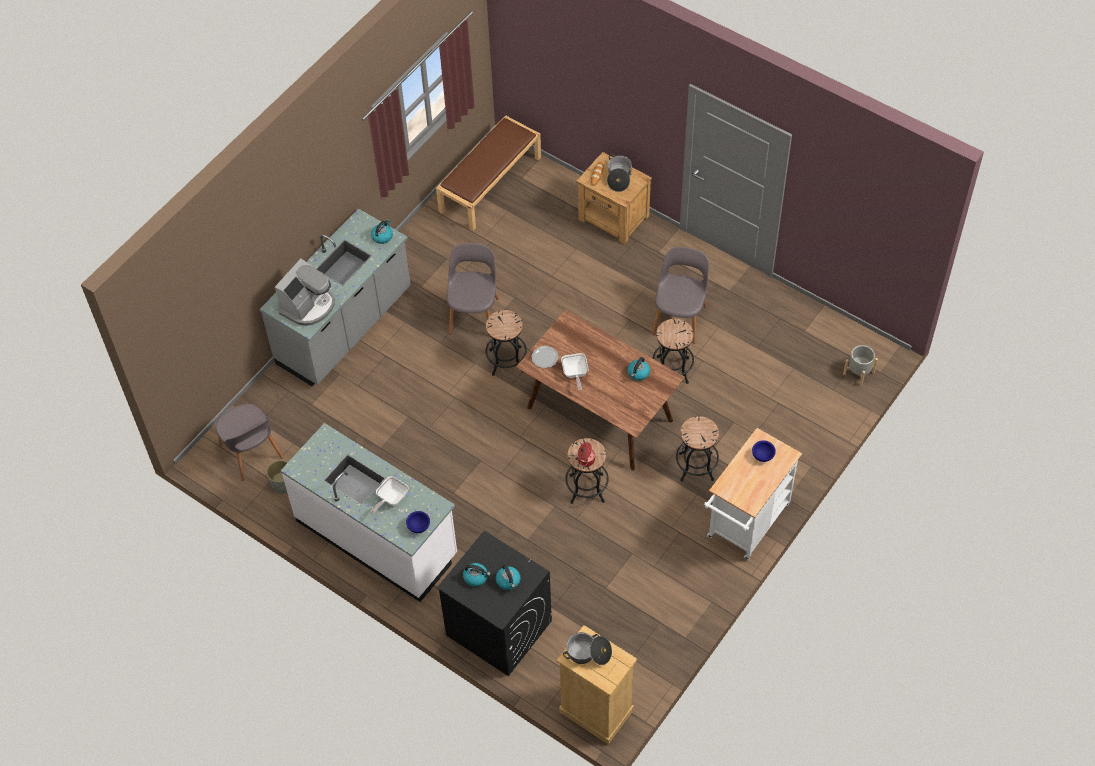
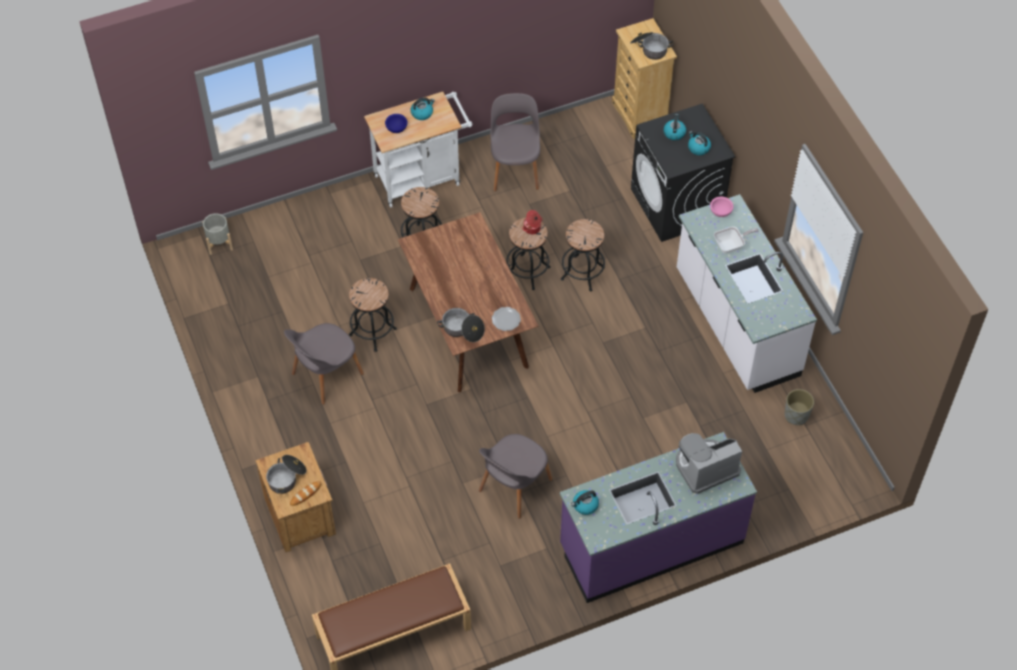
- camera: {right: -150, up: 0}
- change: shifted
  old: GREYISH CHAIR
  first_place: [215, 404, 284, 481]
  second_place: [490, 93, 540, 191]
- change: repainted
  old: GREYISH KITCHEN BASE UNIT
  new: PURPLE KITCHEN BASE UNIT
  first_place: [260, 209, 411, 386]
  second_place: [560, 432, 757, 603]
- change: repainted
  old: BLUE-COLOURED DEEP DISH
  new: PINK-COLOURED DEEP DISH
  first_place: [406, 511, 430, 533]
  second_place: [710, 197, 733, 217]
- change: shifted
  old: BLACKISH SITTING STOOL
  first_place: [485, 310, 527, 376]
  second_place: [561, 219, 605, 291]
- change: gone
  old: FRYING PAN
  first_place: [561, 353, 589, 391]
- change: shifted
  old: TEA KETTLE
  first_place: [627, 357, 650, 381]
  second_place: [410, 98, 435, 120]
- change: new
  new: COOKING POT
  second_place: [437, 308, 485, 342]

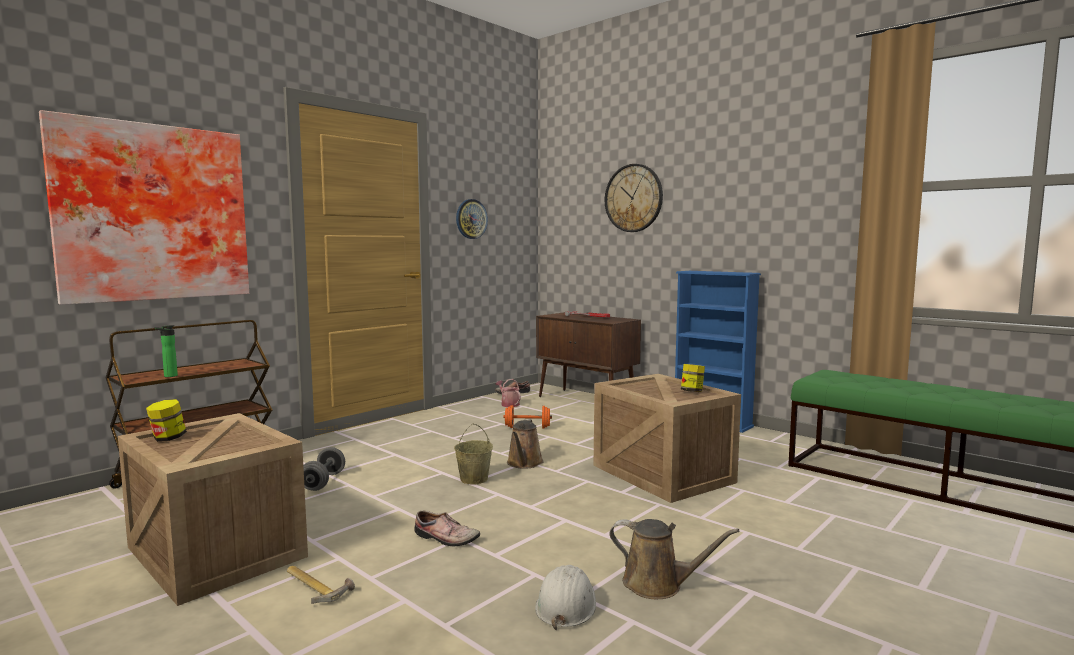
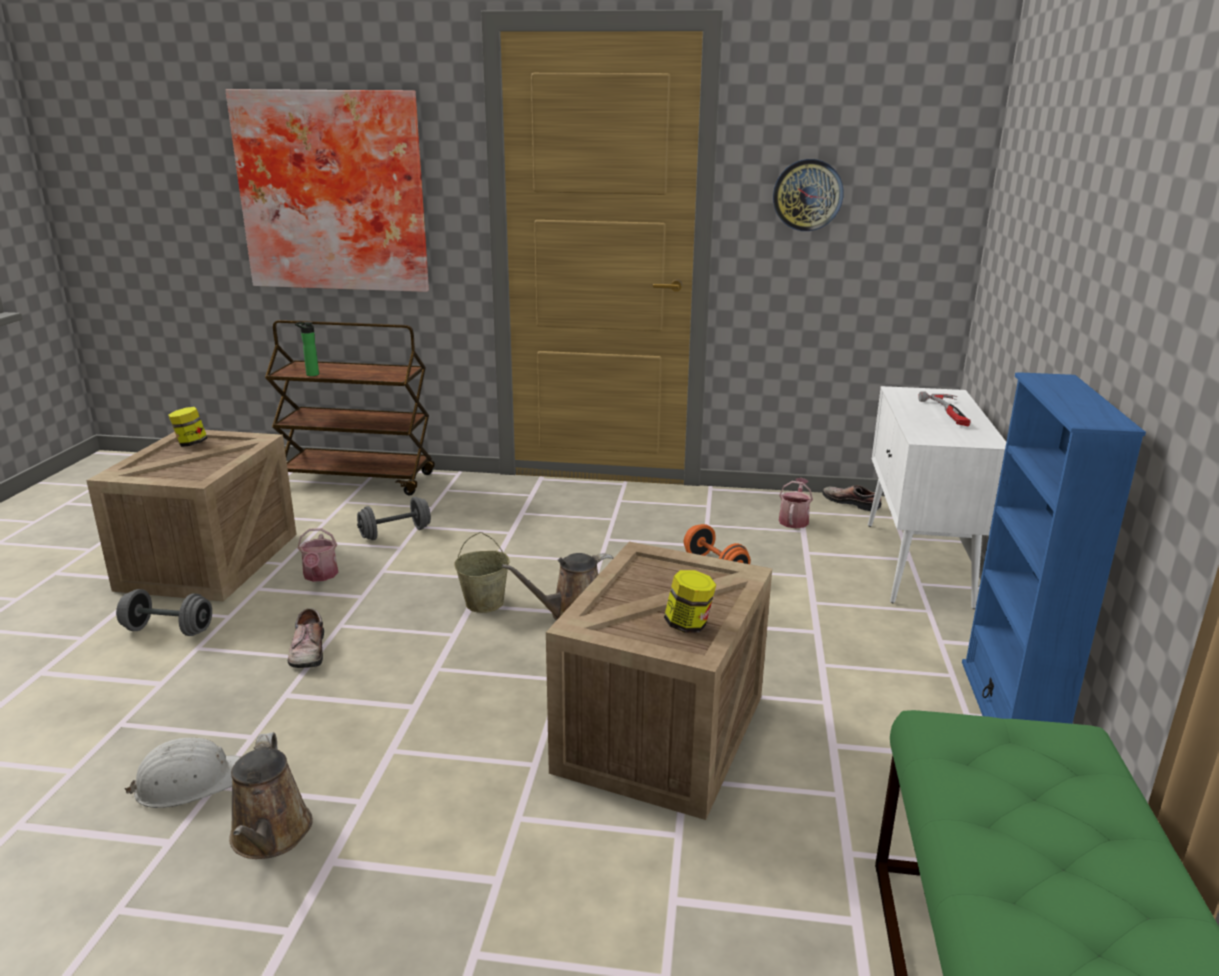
- camera: {right: 55, up: 15}
- change: swapped
  old: TOOL HAMMER
  new: GREYISH DUMBBELL
  first_place: [287, 566, 355, 604]
  second_place: [116, 589, 212, 636]
- change: repainted
  old: BROWN-COLOURED STORAGE CABINET
  new: WHITE STORAGE CABINET
  first_place: [536, 312, 641, 397]
  second_place: [868, 386, 1006, 609]
- change: gone
  old: HANGING CLOCK
  first_place: [605, 164, 663, 232]
- change: new
  new: WATERING POT
  second_place: [298, 528, 338, 582]

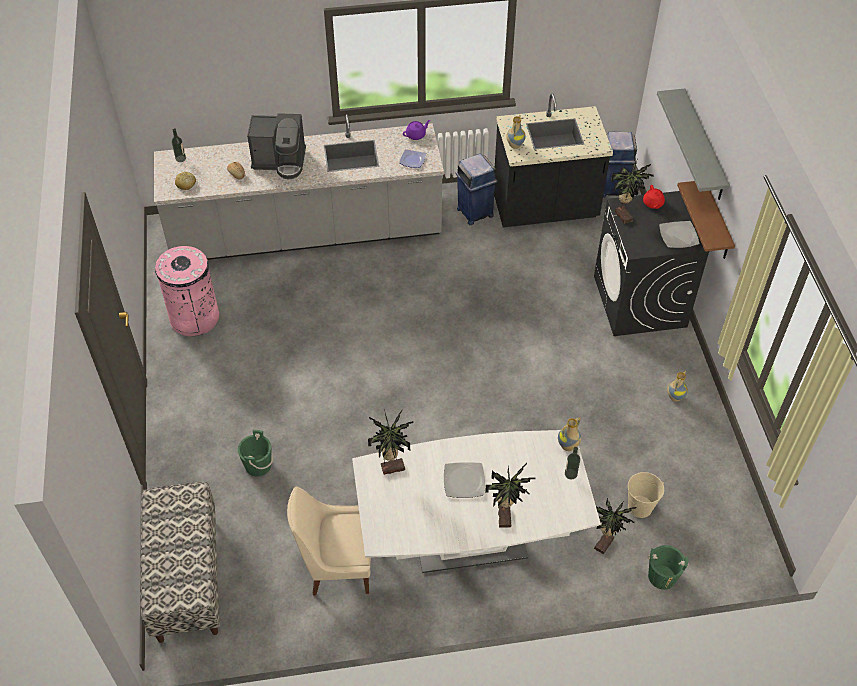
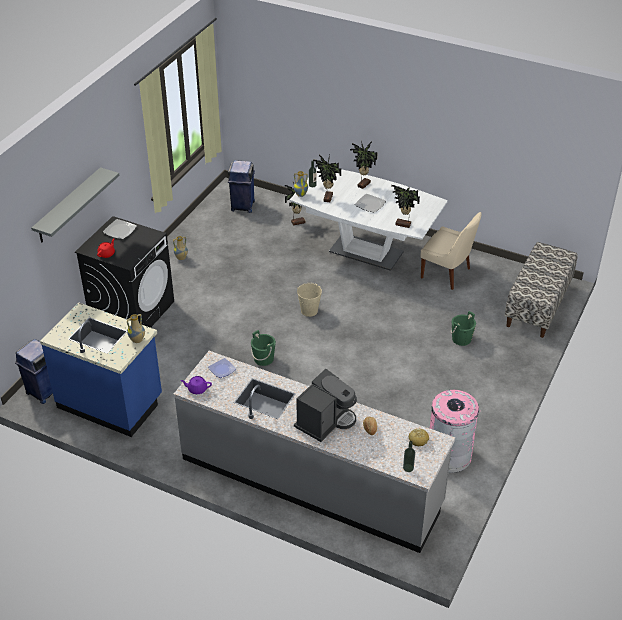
- camera: {right: -145, up: -10}
- change: rotated
  old: COFFEE BREWER
  first_place: [247, 113, 306, 179]
  second_place: [294, 369, 357, 442]
  degrees: 90
- change: shifted
  old: BLUE-COLOURED WASTE BIN
  first_place: [456, 154, 497, 225]
  second_place: [228, 160, 255, 213]
- change: repainted
  old: BLACKISH KITCHEN BASE UNIT
  new: BLUE-COLOURED KITCHEN BASE UNIT
  first_place: [494, 93, 613, 228]
  second_place: [40, 302, 162, 437]
- change: shifted
  old: PLANT IN A POT
  first_place: [611, 158, 654, 224]
  second_place: [313, 155, 341, 202]
- change: shifted
  old: SAND-COLOURED PAIL
  first_place: [628, 472, 664, 518]
  second_place: [297, 283, 322, 317]
- change: shifted
  old: GREENISH PAIL
  first_place: [648, 545, 689, 590]
  second_place: [251, 330, 276, 366]
- change: gone
  old: BROWN-COLOURED SHELF
  first_place: [677, 181, 735, 259]

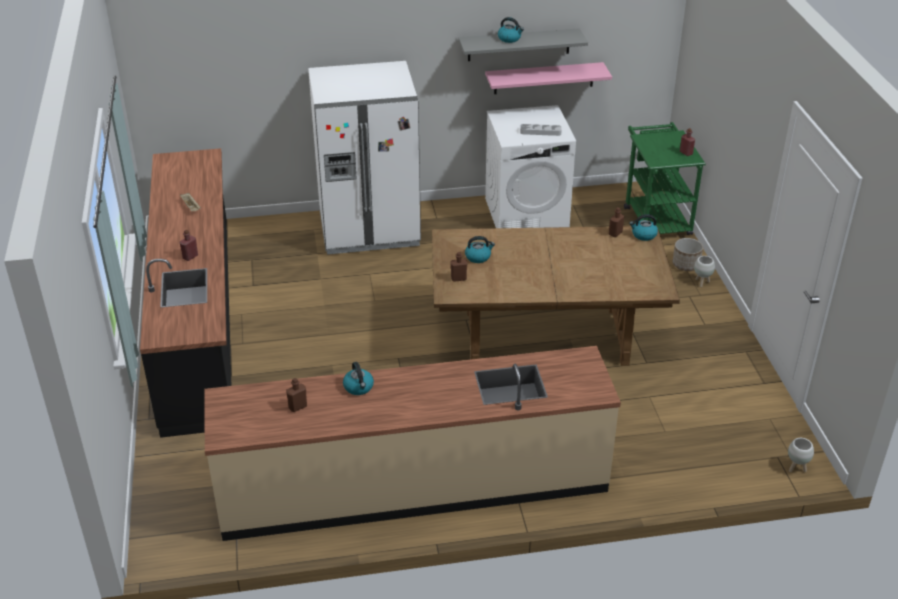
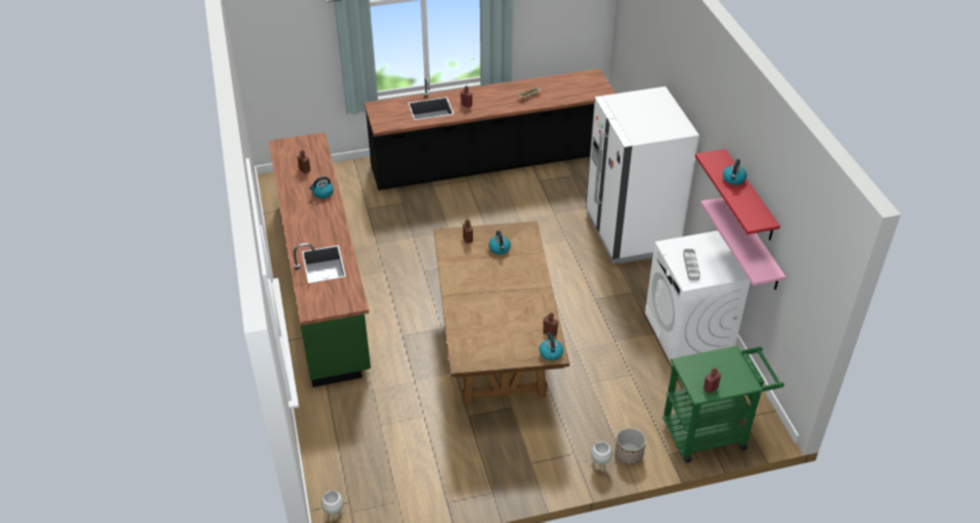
- camera: {right: 85, up: 5}
- change: repainted
  old: SAND-COLOURED KITCHEN BASE UNIT
  new: GREENISH KITCHEN BASE UNIT
  first_place: [205, 346, 621, 541]
  second_place: [268, 132, 371, 387]
- change: repainted
  old: GREYISH SHELF
  new: RED-COLOURED SHELF
  first_place: [458, 28, 588, 61]
  second_place: [695, 149, 780, 240]

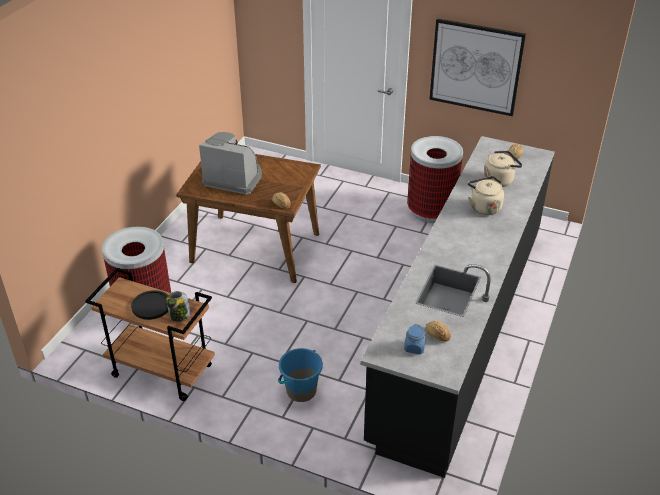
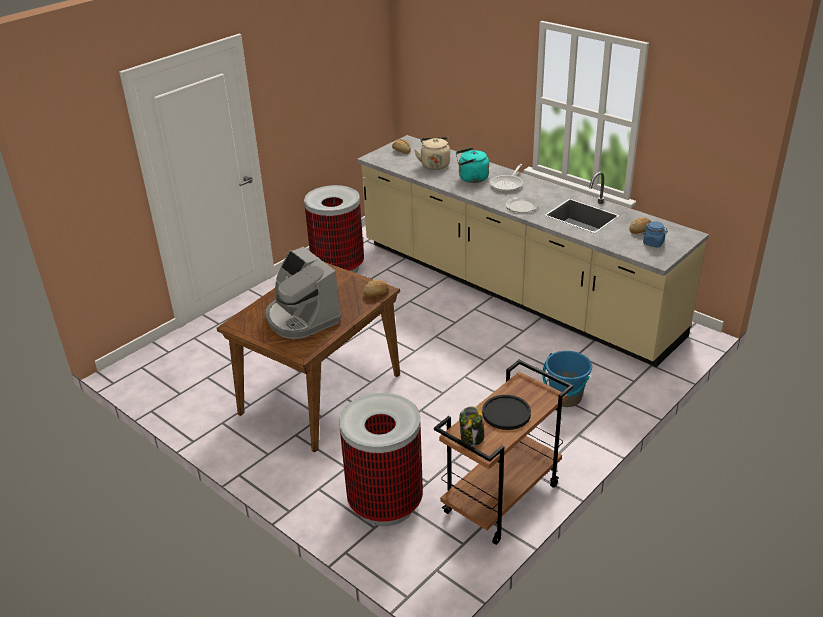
- camera: {right: -70, up: -5}
- change: shifted
  old: PRESERVE JAR
  first_place: [166, 291, 191, 322]
  second_place: [459, 407, 484, 446]
- change: rotated
  old: COFFEE BREWER
  first_place: [199, 132, 262, 195]
  second_place: [266, 247, 342, 339]
  degrees: -75
- change: repainted
  old: BLACKISH KITCHEN BASE UNIT
  new: SAND-COLOURED KITCHEN BASE UNIT
  first_place: [360, 136, 555, 478]
  second_place: [357, 135, 709, 367]
- change: gone
  old: WALL ART
  first_place: [429, 18, 526, 116]
- change: repainted
  old: SAND-COLOURED TEA KETTLE
  new: BLUE-GREEN TEA KETTLE
  first_place: [468, 176, 504, 215]
  second_place: [456, 147, 489, 183]
- change: new
  new: FRYING PAN
  second_place: [490, 164, 523, 192]
- change: new
  new: DINNER PLATE
  second_place: [505, 197, 539, 213]

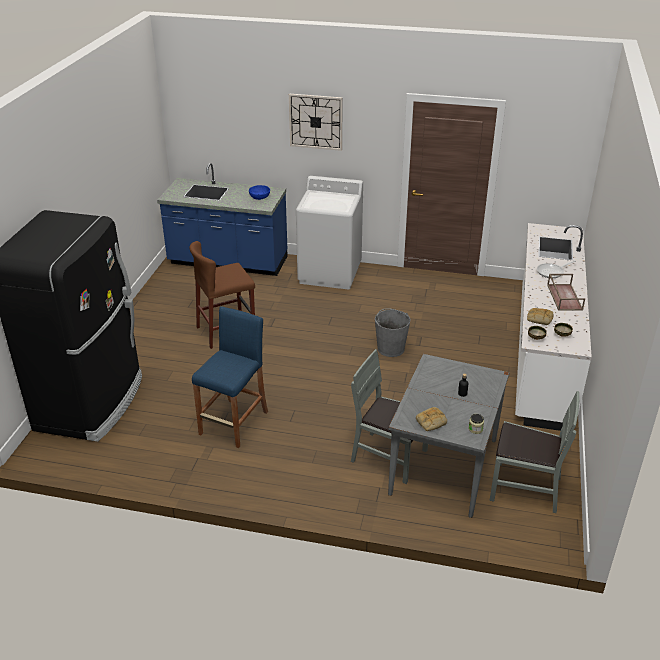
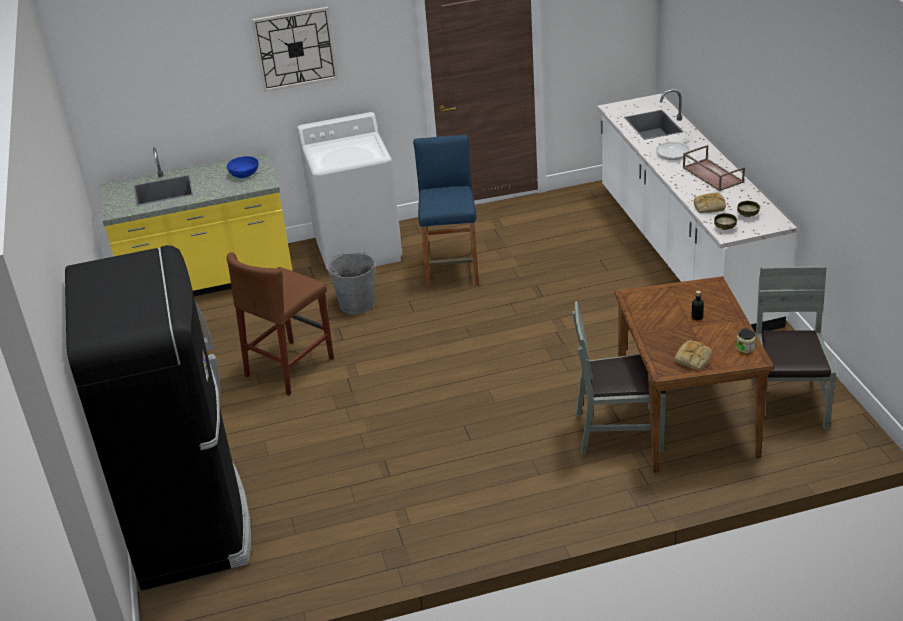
- camera: {right: -25, up: 0}
- change: repainted
  old: BLUE-COLOURED KITCHEN BASE UNIT
  new: YELLOWISH KITCHEN BASE UNIT
  first_place: [157, 163, 288, 276]
  second_place: [100, 147, 292, 296]
- change: shifted
  old: BLUE-COLOURED SITTING STOOL
  first_place: [192, 306, 268, 448]
  second_place: [413, 135, 479, 290]
- change: shifted
  old: GREYISH PAIL
  first_place: [375, 308, 411, 357]
  second_place: [328, 252, 375, 315]
- change: repainted
  old: GREYISH DINNER TABLE
  new: BROWN-COLOURED DINNER TABLE
  first_place: [388, 354, 510, 518]
  second_place: [614, 276, 774, 473]
- change: rotated
  old: GREYISH CHAIR
  first_place: [489, 391, 580, 513]
  second_place: [751, 266, 836, 429]
  degrees: -75

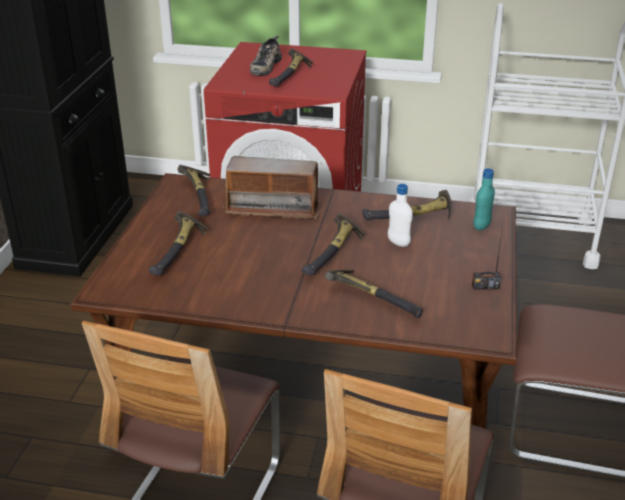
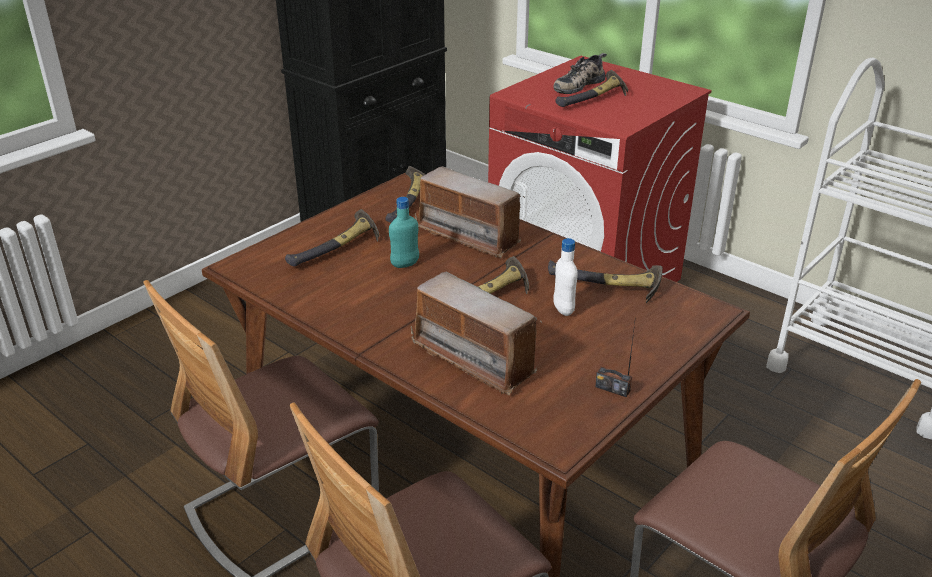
- camera: {right: 30, up: 0}
- change: swapped
  old: TOOL HAMMER
  new: RADIO SET
  first_place: [324, 270, 423, 318]
  second_place: [411, 272, 543, 395]
- change: shifted
  old: BLUE-GREEN BEVERAGE BOTTLE
  first_place: [473, 168, 495, 231]
  second_place: [389, 197, 419, 268]

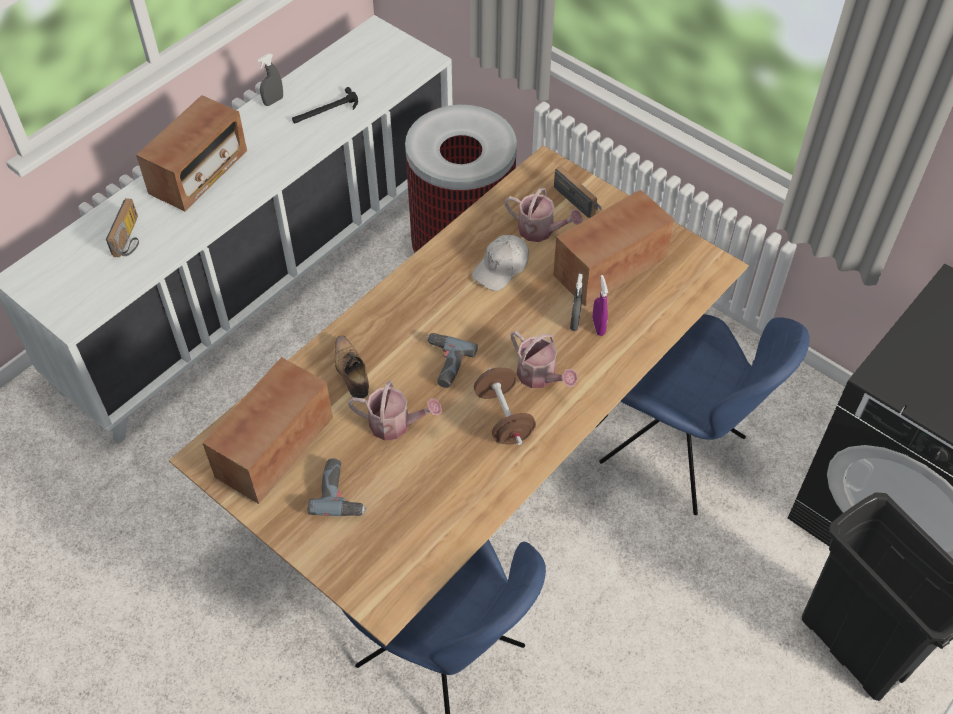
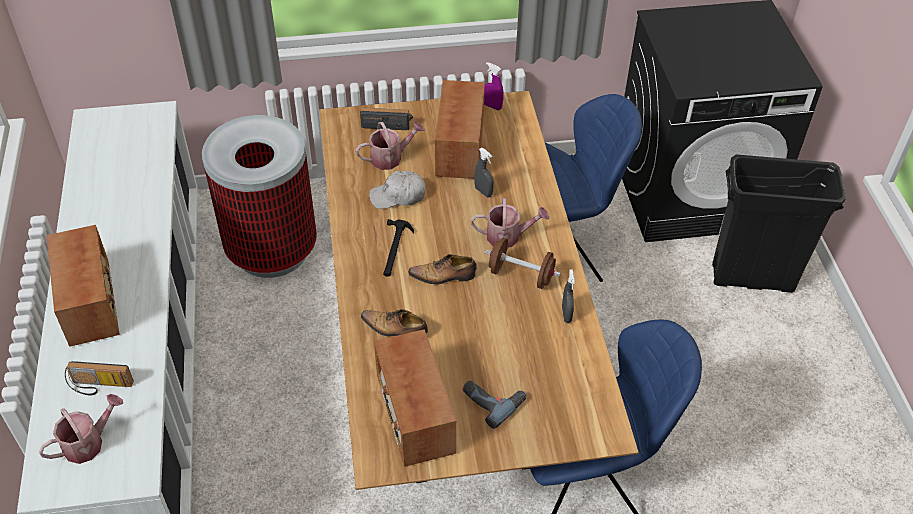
- camera: {right: -50, up: -5}
- change: rotated
  old: RADIO SET
  first_place: [106, 198, 139, 257]
  second_place: [65, 361, 134, 396]
  degrees: 135
- change: shifted
  old: GREYISH SPRAY BOTTLE
  first_place: [257, 54, 283, 106]
  second_place: [562, 269, 575, 323]
- change: shifted
  old: TOOL HAMMER
  first_place: [292, 87, 358, 123]
  second_place: [383, 219, 414, 277]
- change: shifted
  old: WATERING POT
  first_place: [348, 380, 442, 440]
  second_place: [39, 394, 123, 464]
- change: swapped
  old: DRILL
  new: SHOE
  first_place: [426, 333, 478, 388]
  second_place: [408, 254, 477, 285]
- change: rotated
  old: WHITE BASEBALL CAP
  first_place: [472, 235, 529, 291]
  second_place: [369, 171, 425, 209]
  degrees: 90
- change: shifted
  old: PURPLE SPRAY BOTTLE
  first_place: [593, 275, 608, 336]
  second_place: [484, 62, 504, 110]

